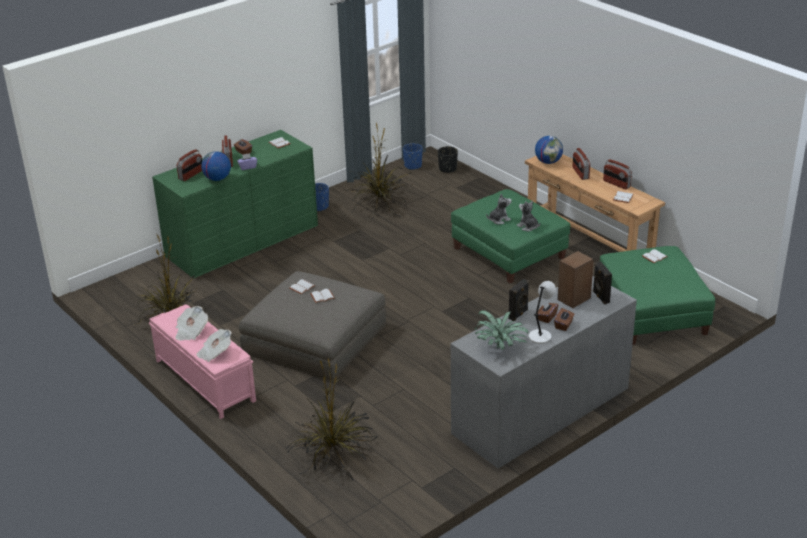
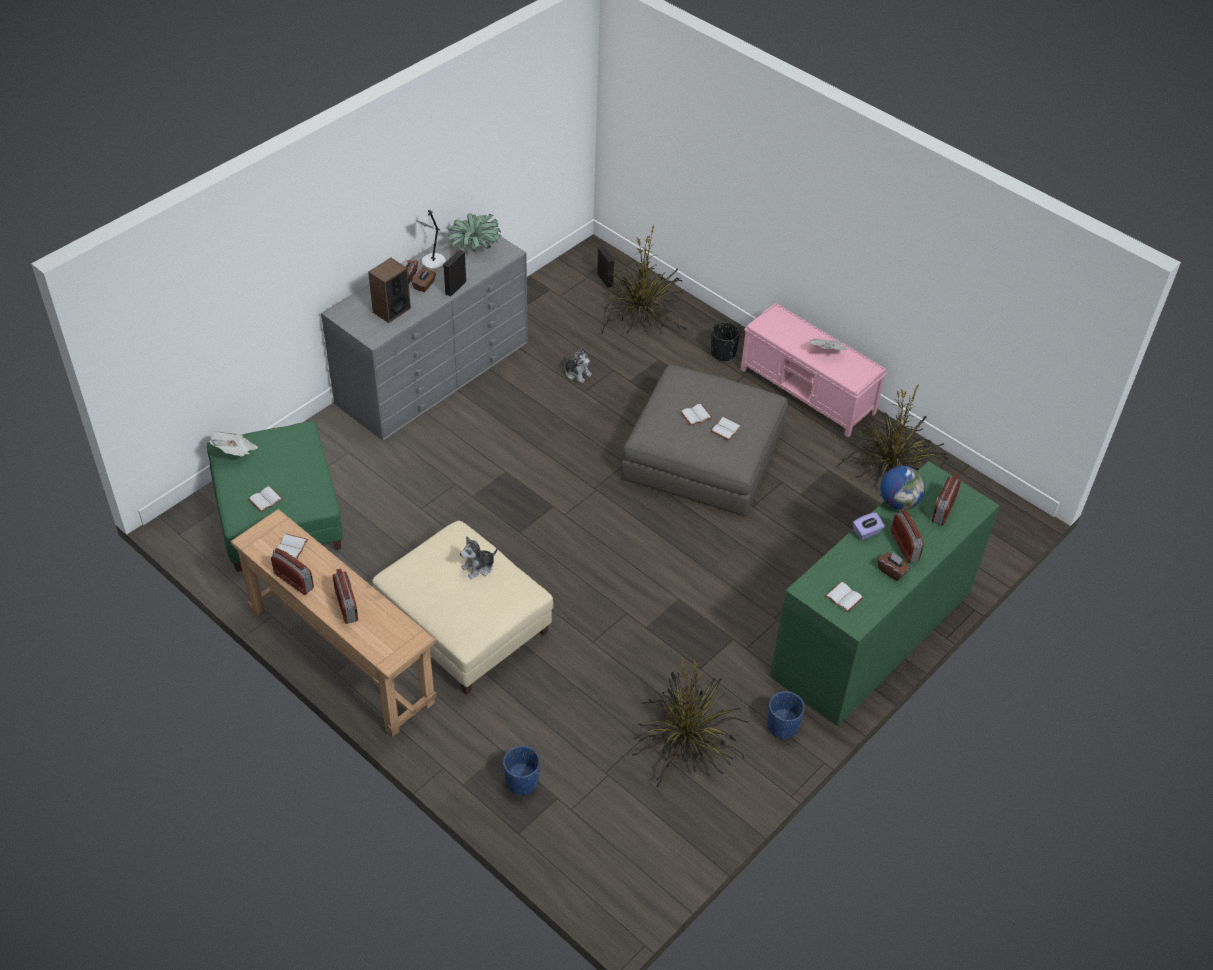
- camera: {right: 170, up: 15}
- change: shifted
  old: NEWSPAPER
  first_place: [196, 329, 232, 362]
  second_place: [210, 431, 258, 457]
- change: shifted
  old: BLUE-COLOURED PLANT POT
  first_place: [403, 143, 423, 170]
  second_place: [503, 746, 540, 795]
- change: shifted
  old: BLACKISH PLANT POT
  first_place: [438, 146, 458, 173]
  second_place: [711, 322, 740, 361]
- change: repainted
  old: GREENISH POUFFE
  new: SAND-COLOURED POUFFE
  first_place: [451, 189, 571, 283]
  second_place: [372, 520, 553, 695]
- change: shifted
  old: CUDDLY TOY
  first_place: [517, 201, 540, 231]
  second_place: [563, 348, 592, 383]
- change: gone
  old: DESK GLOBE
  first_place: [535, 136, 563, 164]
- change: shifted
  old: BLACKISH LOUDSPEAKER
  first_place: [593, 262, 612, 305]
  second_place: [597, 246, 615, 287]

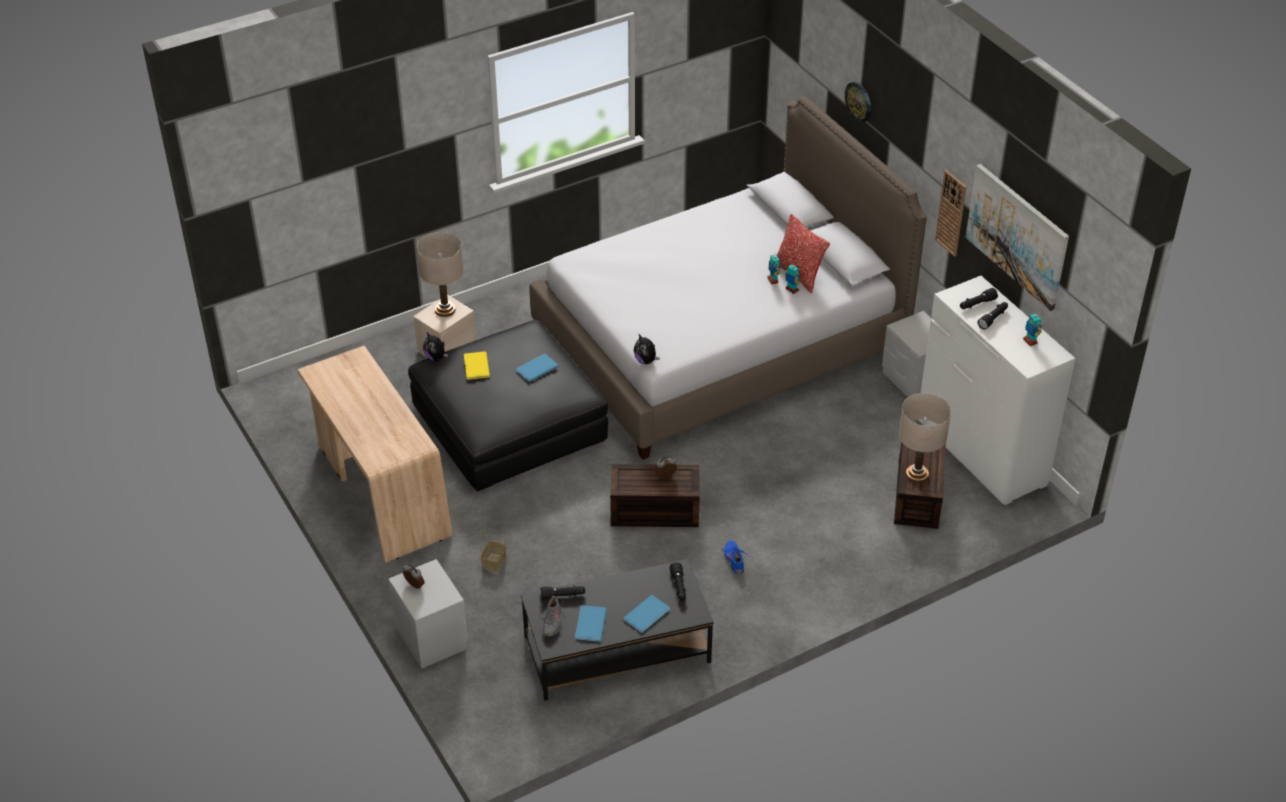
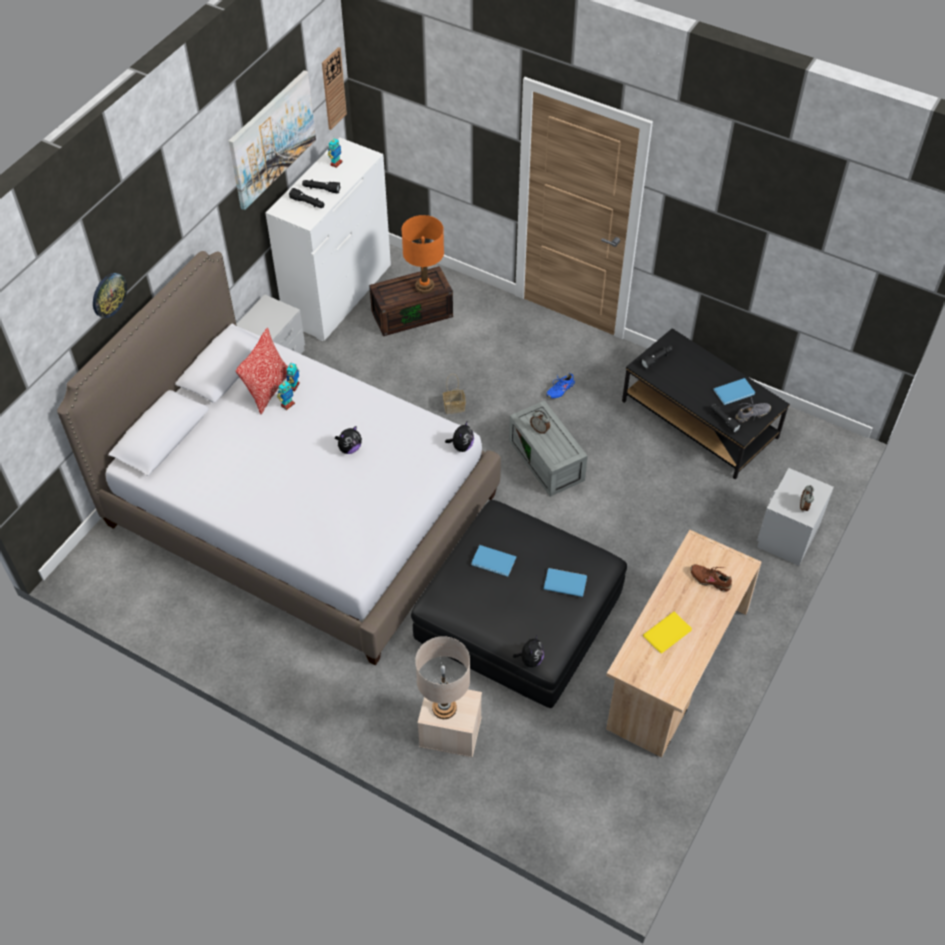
- camera: {right: -120, up: 10}
- change: shifted
  old: YELLOWISH VOLUME
  first_place: [464, 351, 490, 380]
  second_place: [643, 612, 692, 653]
- change: shifted
  old: HOUSEHOLD BASKET
  first_place: [480, 529, 506, 573]
  second_place: [443, 374, 466, 414]
- change: repainted
  old: BROWN-COLOURED STORAGE CONTAINER
  new: GREYISH STORAGE CONTAINER
  first_place: [610, 464, 700, 527]
  second_place: [509, 400, 588, 497]
- change: shifted
  old: BLUE-COLOURED VOLUME
  first_place: [623, 595, 670, 633]
  second_place: [544, 568, 587, 597]
- change: repainted
  old: SAND-COLOURED TABLETOP LAMP
  new: ORANGE TABLETOP LAMP
  first_place: [899, 393, 951, 483]
  second_place: [401, 215, 444, 294]
- change: shifted
  old: HANGING CLOCK
  first_place: [935, 170, 967, 257]
  second_place: [322, 47, 347, 130]
- change: new
  new: CUDDLY TOY
  second_place: [335, 426, 362, 454]
- change: new
  new: BROWN-COLOURED SHOE
  second_place: [690, 564, 732, 591]

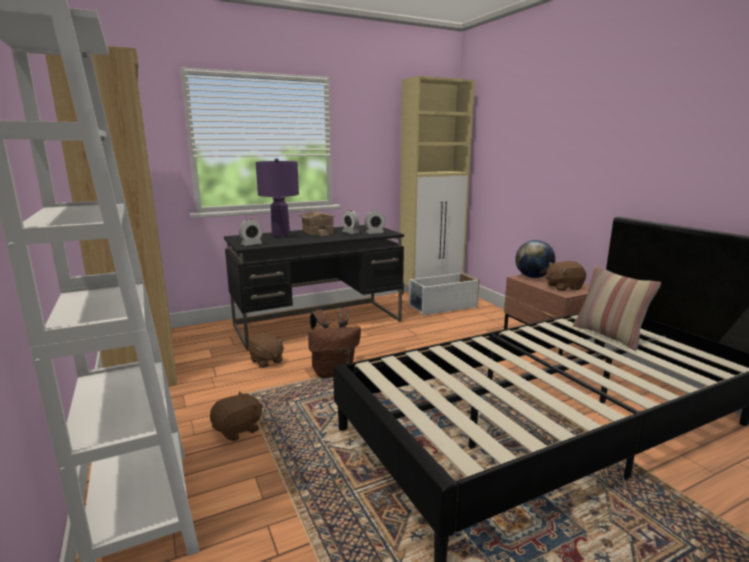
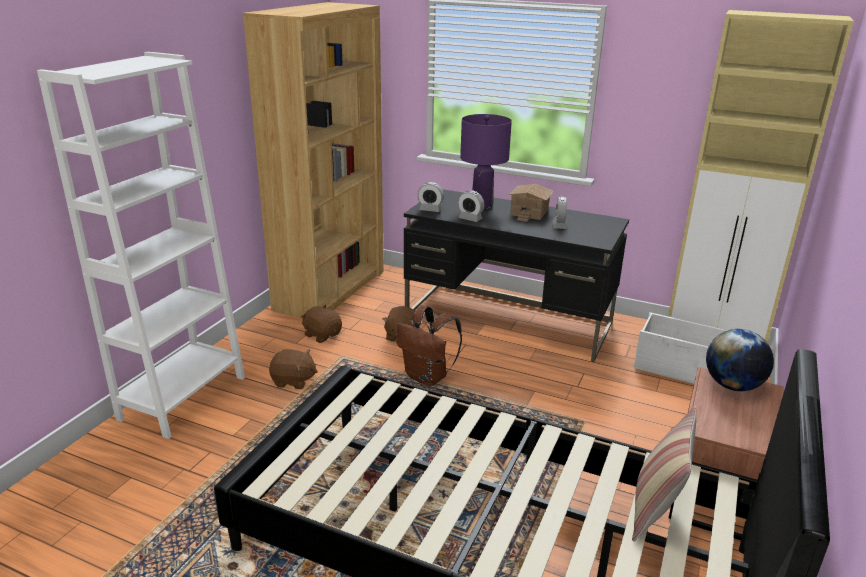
- camera: {right: 50, up: 10}
- change: shifted
  old: BEDSIDE CLOCK
  first_place: [364, 211, 385, 234]
  second_place: [458, 190, 484, 222]
- change: shifted
  old: BROWN-COLOURED CUDDLY TOY
  first_place: [546, 261, 586, 291]
  second_place: [301, 305, 342, 343]

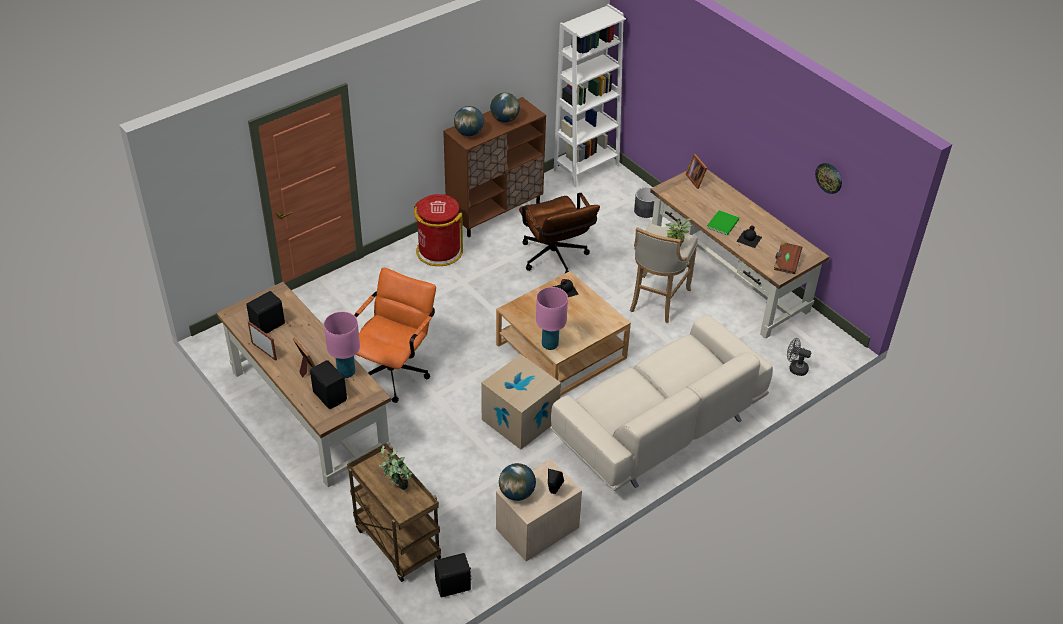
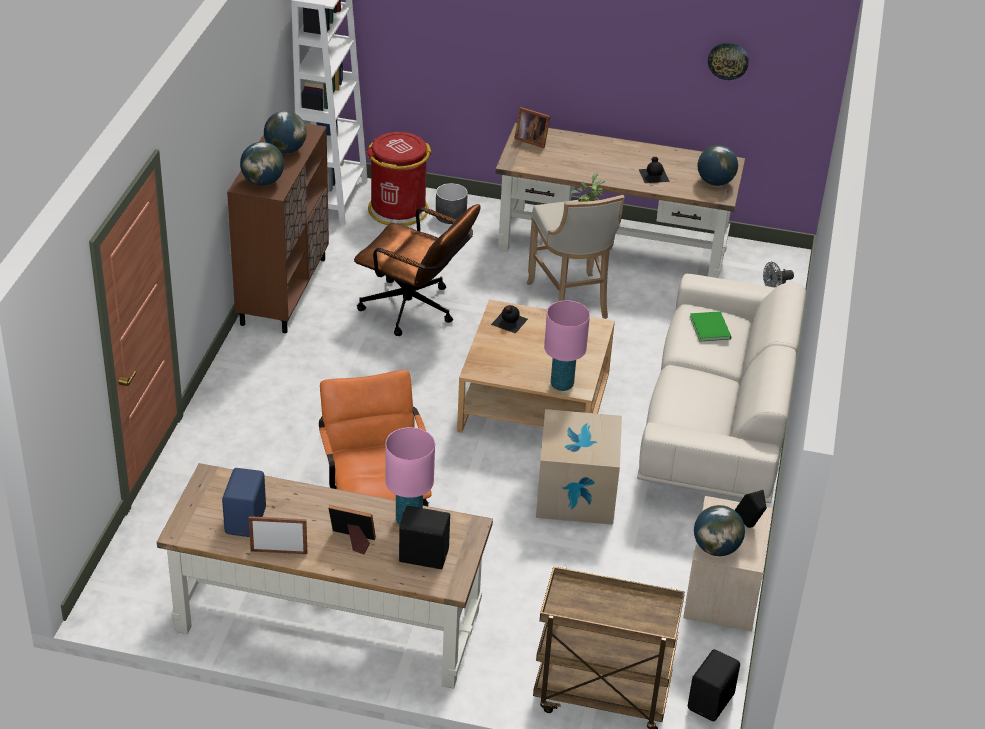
- camera: {right: -40, up: -5}
- change: repainted
  old: BLACKISH LOUDSPEAKER
  new: BLUE-COLOURED LOUDSPEAKER
  first_place: [246, 291, 285, 334]
  second_place: [222, 468, 266, 537]
- change: gone
  old: PLANT IN A POT
  first_place: [378, 445, 413, 490]
- change: shifted
  old: RED-COLOURED WASTE BIN
  first_place: [414, 194, 463, 266]
  second_place: [366, 132, 432, 226]
- change: shifted
  old: GREENISH VOLUME
  first_place: [707, 210, 739, 235]
  second_place: [690, 311, 731, 342]
- change: swapped
  old: BROWN-COLOURED VOLUME
  new: DESK GLOBE
  first_place: [774, 241, 802, 274]
  second_place: [698, 145, 738, 186]

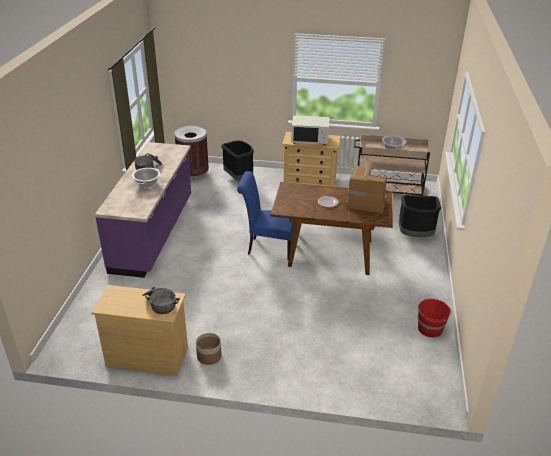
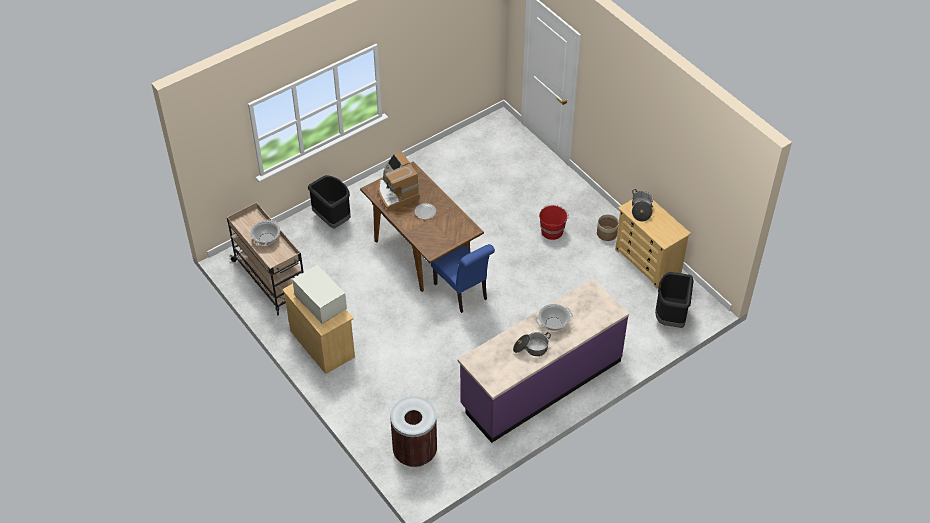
- camera: {right: -135, up: 15}
- change: shifted
  old: BLACKISH WASTE BIN
  first_place: [221, 140, 254, 181]
  second_place: [655, 272, 693, 328]
- change: shifted
  old: RED-COLOURED PAIL
  first_place: [418, 299, 452, 337]
  second_place: [539, 205, 569, 240]

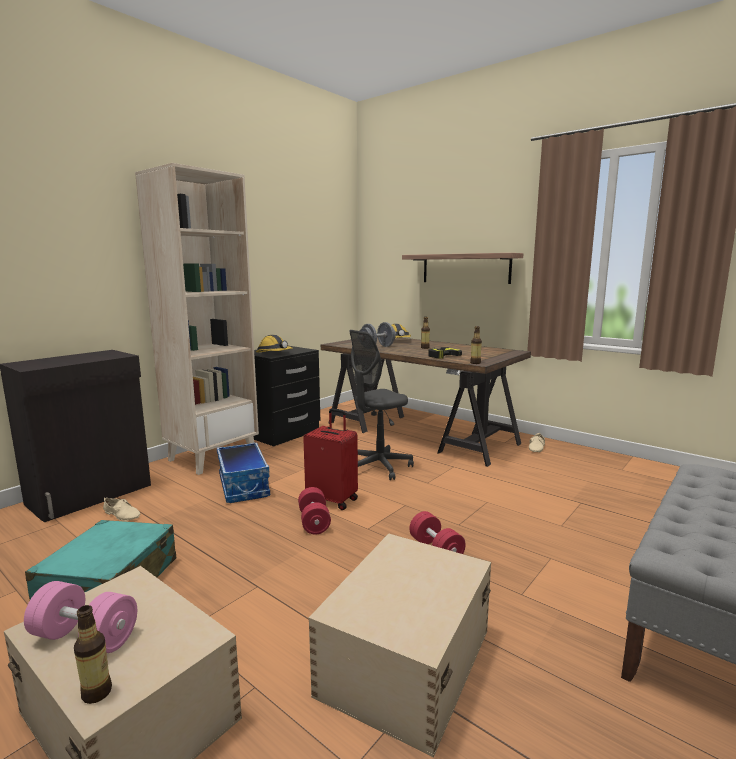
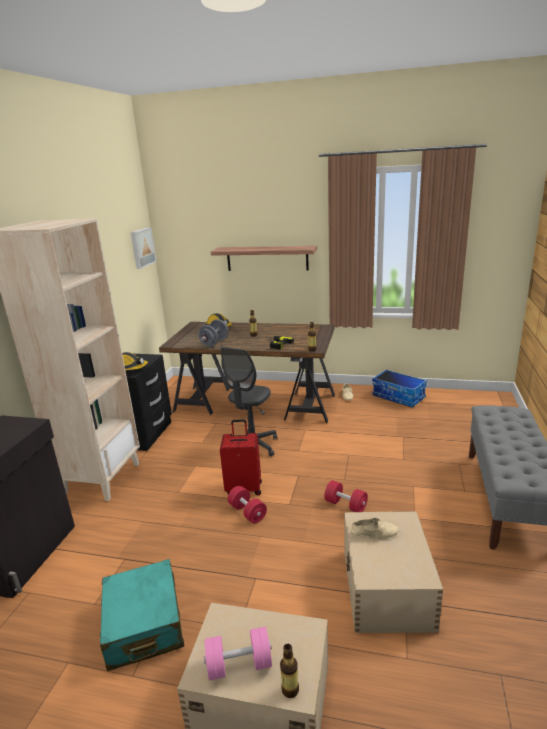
- camera: {right: -25, up: 10}
- change: shifted
  old: SAND-COLOURED SHOE
  first_place: [103, 497, 140, 521]
  second_place: [351, 518, 399, 539]
- change: shifted
  old: STORAGE CONTAINER
  first_place: [217, 442, 270, 503]
  second_place: [372, 369, 427, 407]
- change: new
  new: WALL ART
  second_place: [131, 227, 156, 269]

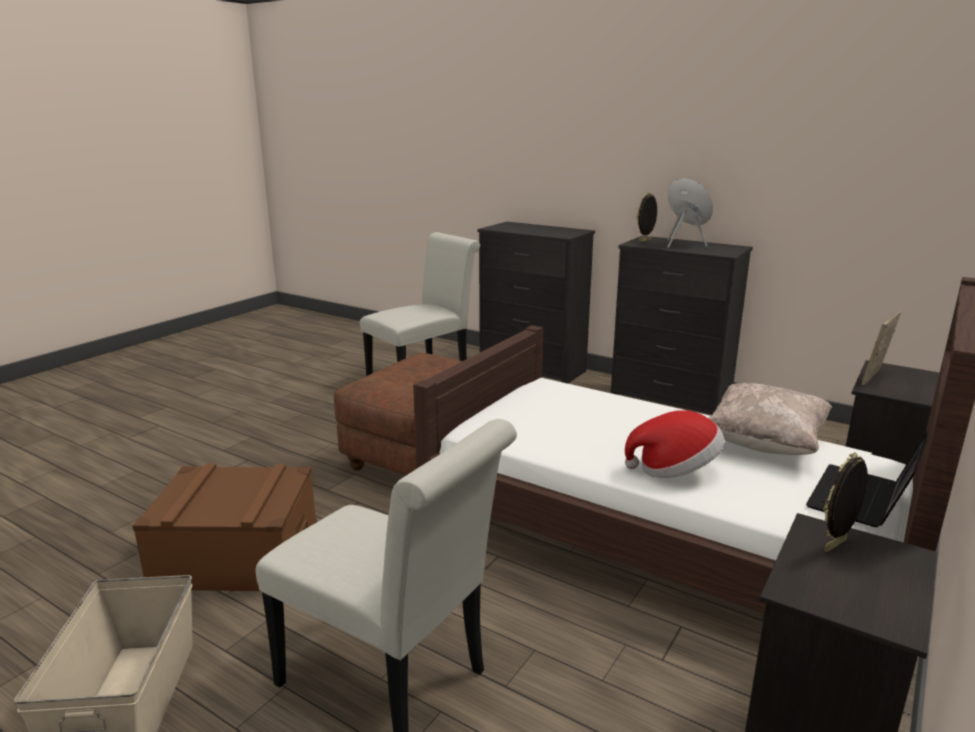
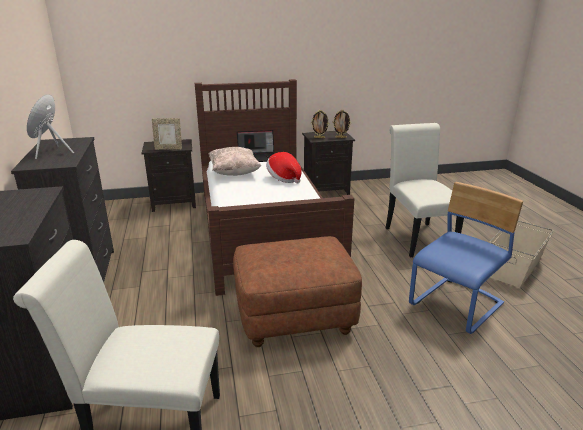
- camera: {right: -135, up: 5}
- change: swapped
  old: BROWN-COLOURED STORAGE CONTAINER
  new: BLUE-COLOURED CHAIR
  first_place: [133, 463, 317, 591]
  second_place: [409, 182, 523, 334]
- change: shifted
  old: STANDING FRAME
  first_place: [636, 192, 657, 242]
  second_place: [332, 110, 351, 138]

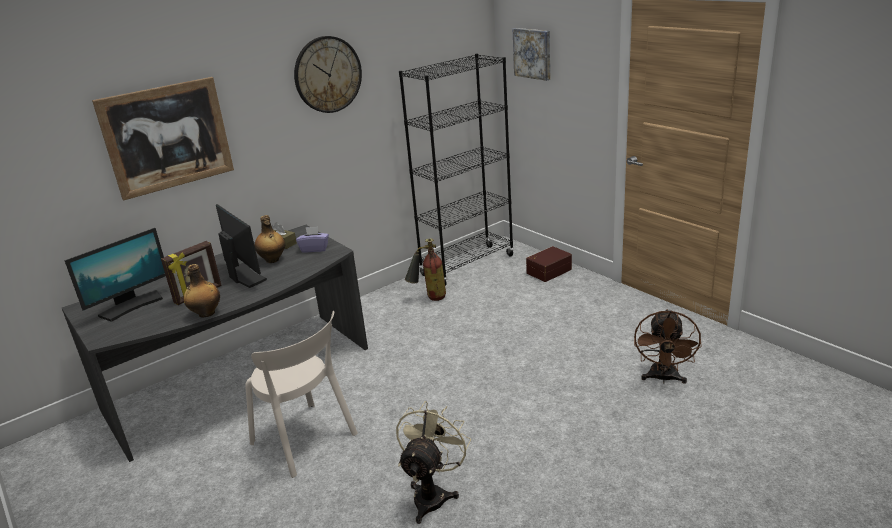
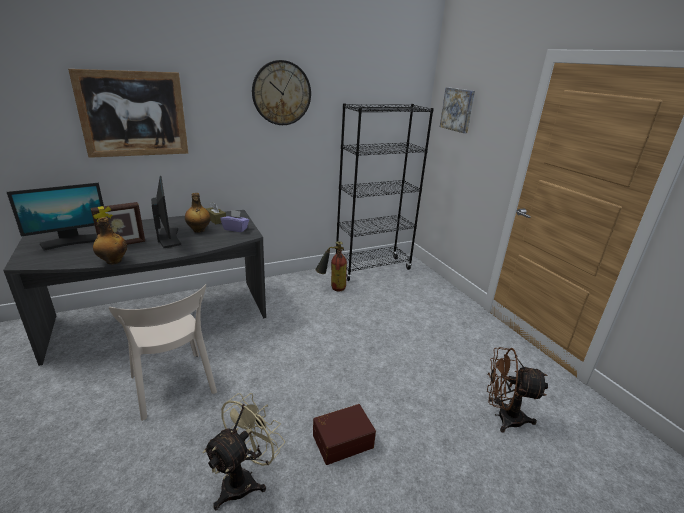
- camera: {right: 10, up: 0}
- change: shifted
  old: BROWN-COLOURED STORAGE CONTAINER
  first_place: [526, 246, 572, 282]
  second_place: [313, 404, 376, 465]
- change: rotated
  old: BROWN-COLOURED FAN
  first_place: [634, 309, 702, 384]
  second_place: [487, 347, 548, 433]
  degrees: 75

